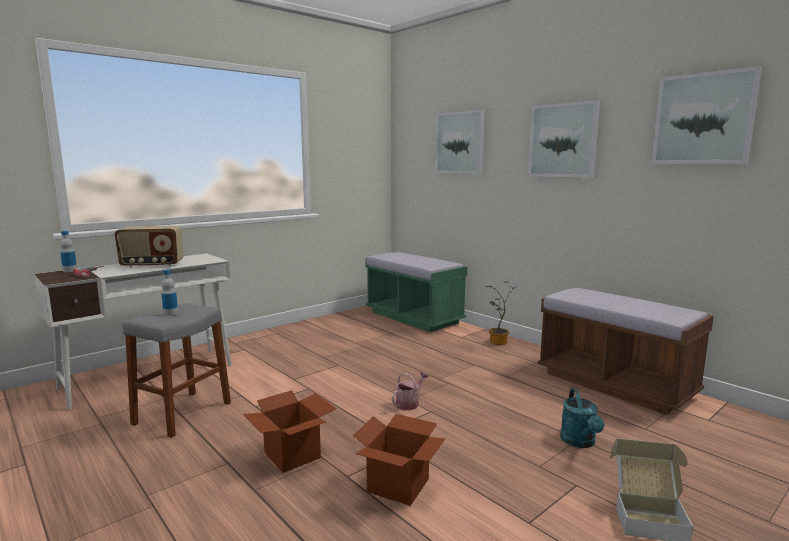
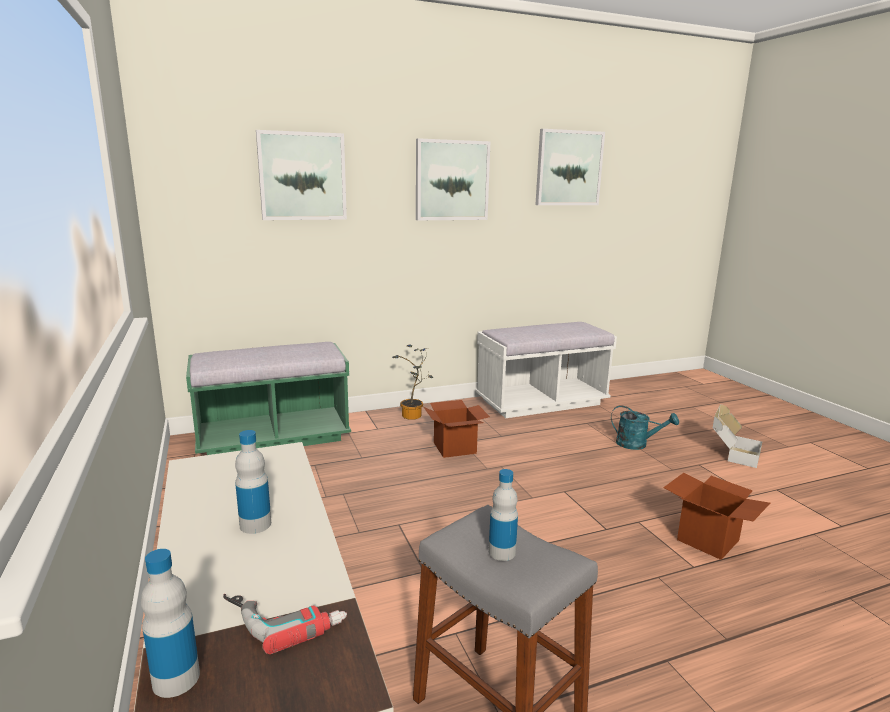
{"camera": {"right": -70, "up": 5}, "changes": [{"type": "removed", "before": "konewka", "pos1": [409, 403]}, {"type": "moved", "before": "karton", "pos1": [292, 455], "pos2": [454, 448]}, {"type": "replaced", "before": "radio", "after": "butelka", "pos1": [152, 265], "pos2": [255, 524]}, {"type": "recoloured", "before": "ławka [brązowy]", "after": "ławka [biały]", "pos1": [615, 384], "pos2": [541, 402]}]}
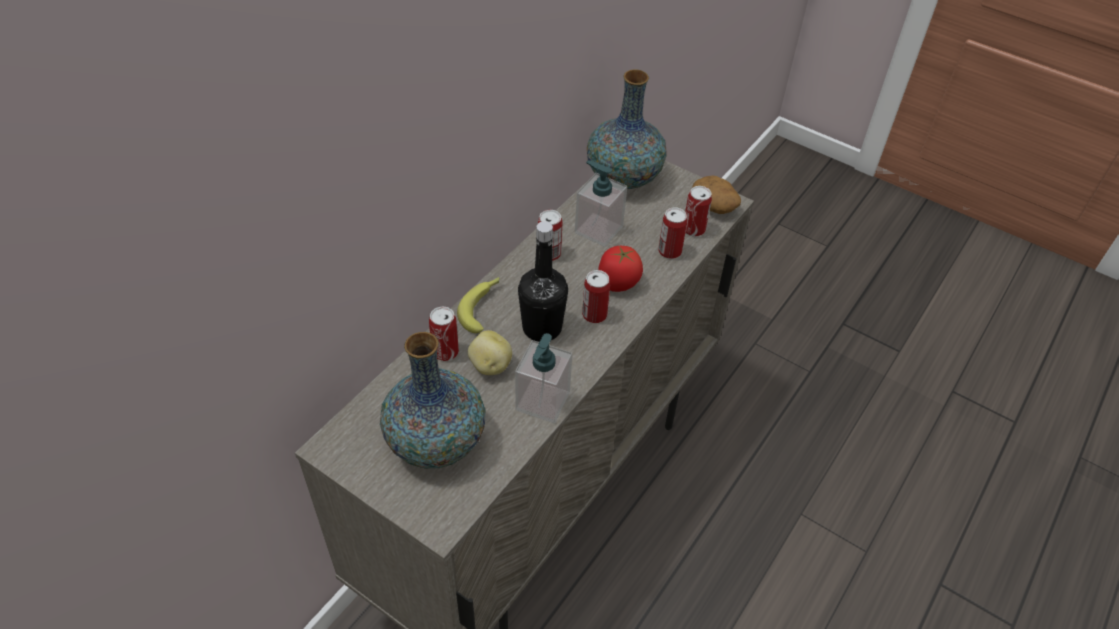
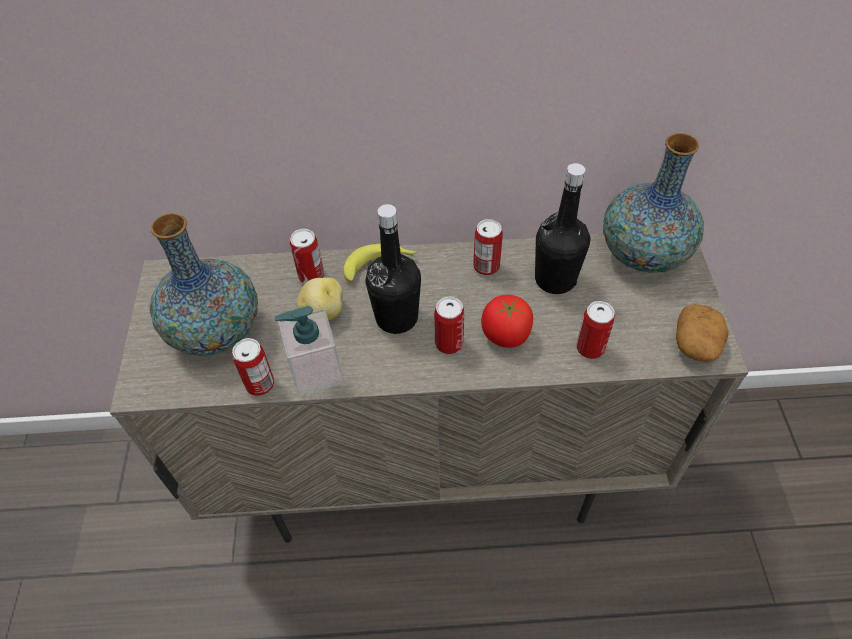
{"camera": {"right": 55, "up": 5}, "changes": [{"type": "moved", "before": "puszka", "pos1": [693, 229], "pos2": [260, 384]}, {"type": "replaced", "before": "dozownik mydła", "after": "butelka [czarny]", "pos1": [598, 229], "pos2": [555, 279]}]}
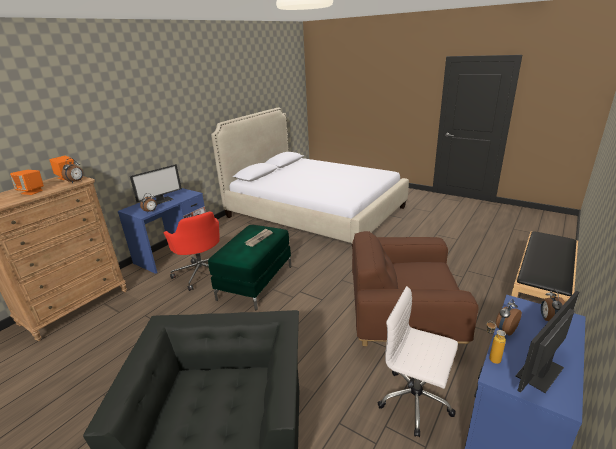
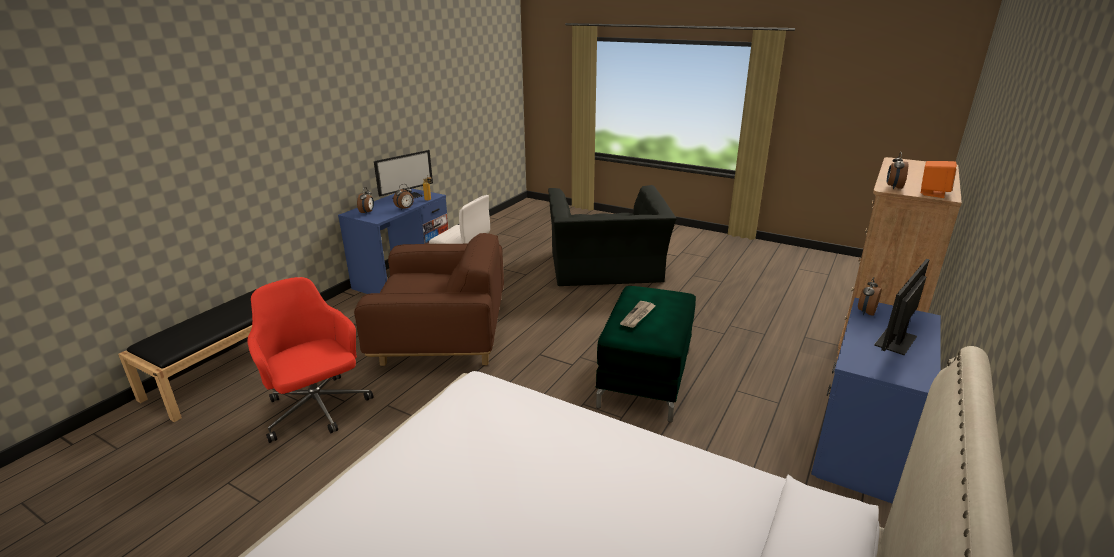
{"camera": {"right": 175, "up": 0}, "changes": [{"type": "removed", "before": "głośnik [pomarańczowy]", "pos1": [32, 192]}, {"type": "moved", "before": "krzesło biurowe [czerwony]", "pos1": [202, 272], "pos2": [317, 410]}]}
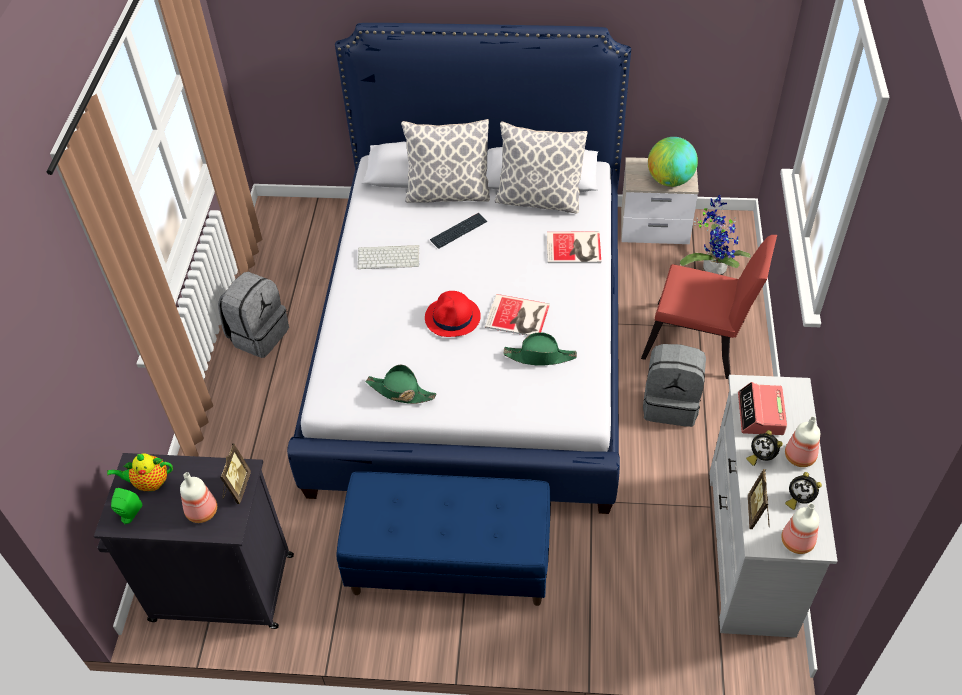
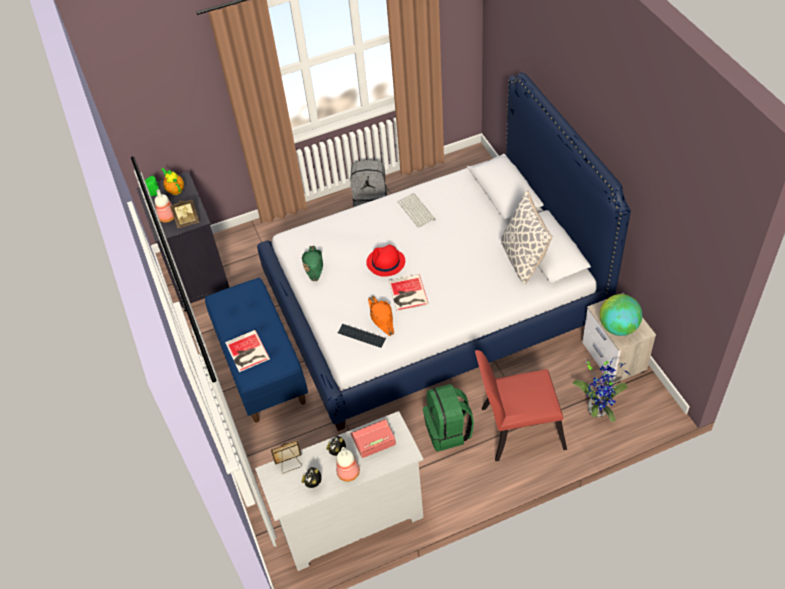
{"camera": {"right": 65, "up": 0}, "changes": [{"type": "removed", "before": "poduszka", "pos1": [448, 193]}, {"type": "removed", "before": "butelka", "pos1": [796, 541]}, {"type": "moved", "before": "klawiatura", "pos1": [459, 231], "pos2": [361, 336]}, {"type": "moved", "before": "książka", "pos1": [575, 248], "pos2": [247, 352]}, {"type": "recoloured", "before": "kapelusz [zielony]", "after": "kapelusz [pomarańczowy]", "pos1": [540, 356], "pos2": [381, 318]}, {"type": "recoloured", "before": "plecak [szary]", "after": "plecak [zielony]", "pos1": [671, 404], "pos2": [448, 431]}, {"type": "turned", "before": "krzesło [czerwony]", "pos1": [700, 343], "pos2": [516, 428], "turn": 90}]}
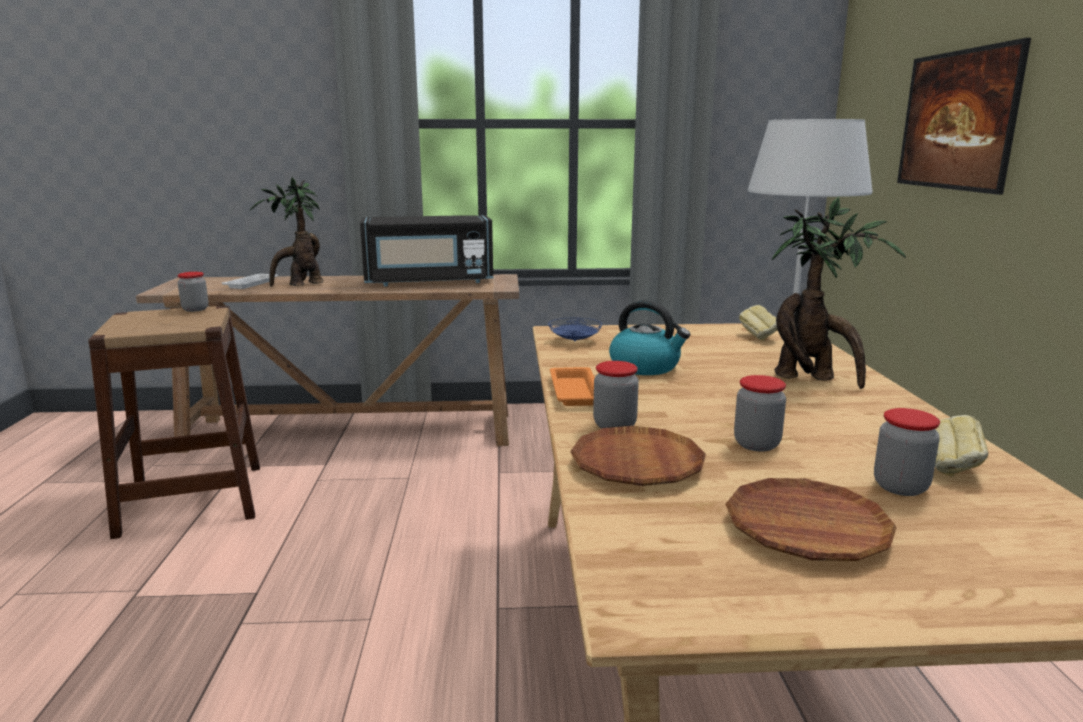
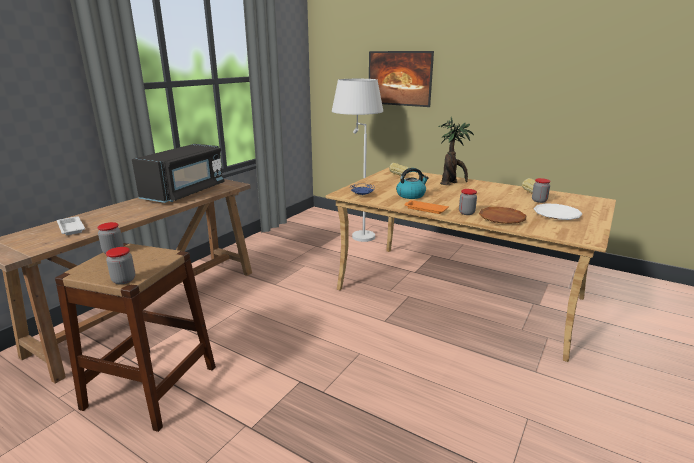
{"camera": {"right": -55, "up": 5}, "changes": [{"type": "removed", "before": "roślina doniczkowa", "pos1": [301, 285]}, {"type": "moved", "before": "słoik", "pos1": [756, 444], "pos2": [124, 280]}, {"type": "recoloured", "before": "talerz [brązowy]", "after": "talerz [biały]", "pos1": [806, 529], "pos2": [556, 215]}]}
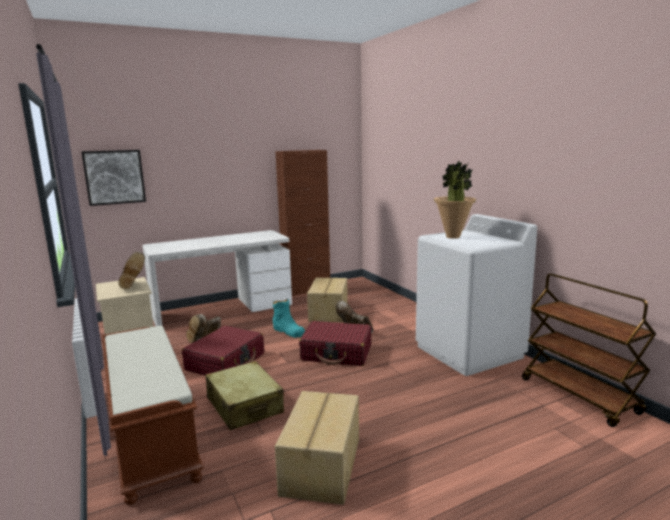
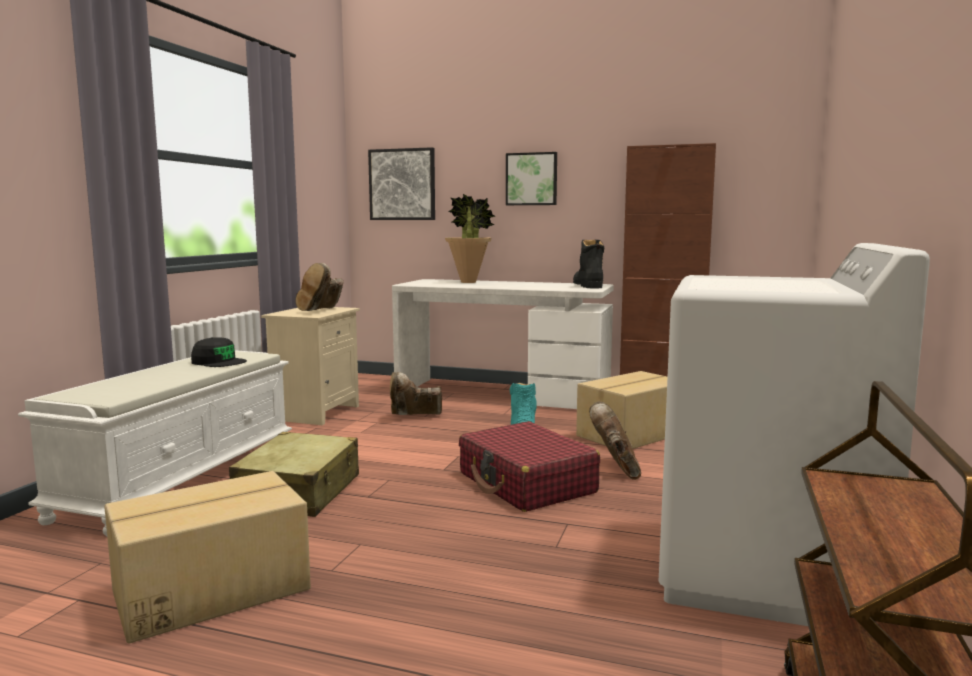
{"camera": {"right": 45, "up": -5}, "changes": [{"type": "removed", "before": "walizka [czerwony]", "pos1": [226, 362]}, {"type": "added", "after": "czapka z daszkiem [czarny]", "pos2": [218, 362]}, {"type": "added", "after": "obraz", "pos2": [531, 179]}, {"type": "added", "after": "but z cholewką [czarny]", "pos2": [587, 285]}, {"type": "moved", "before": "roślina doniczkowa", "pos1": [453, 237], "pos2": [468, 282]}, {"type": "recoloured", "before": "ławka [brązowy]", "after": "ławka [biały]", "pos1": [150, 434], "pos2": [181, 478]}]}
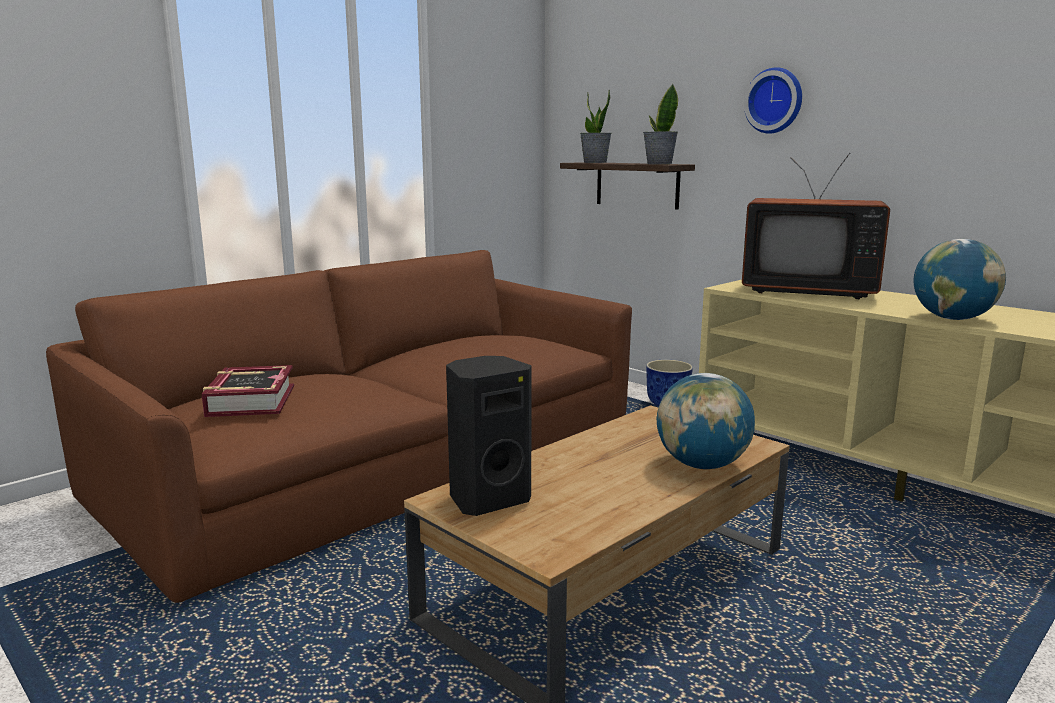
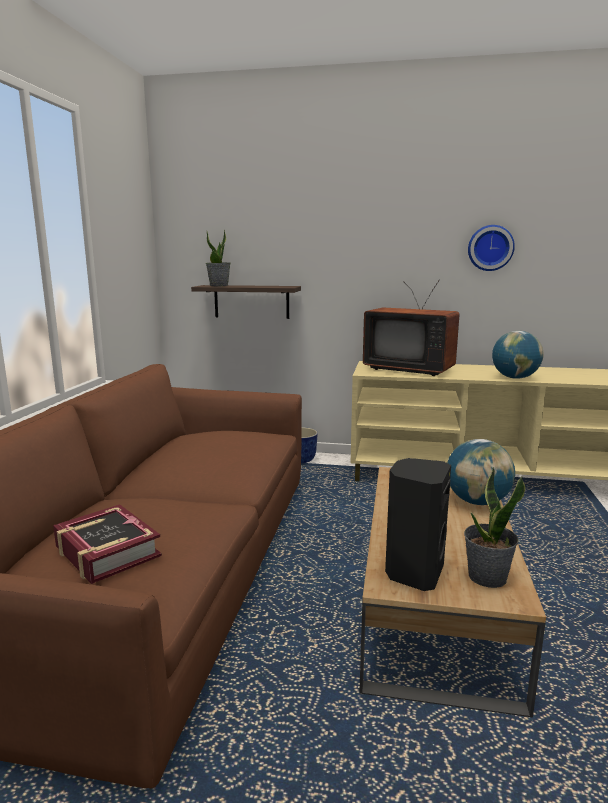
{"camera": {"right": -35, "up": 0}, "changes": [{"type": "moved", "before": "roślina doniczkowa", "pos1": [659, 164], "pos2": [487, 577]}, {"type": "moved", "before": "zegar ścienny", "pos1": [775, 101], "pos2": [490, 248]}, {"type": "turned", "before": "telewizor", "pos1": [806, 290], "pos2": [410, 369], "turn": 45}]}
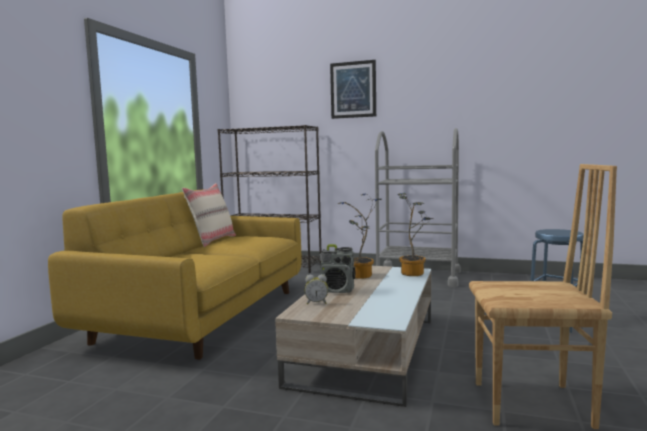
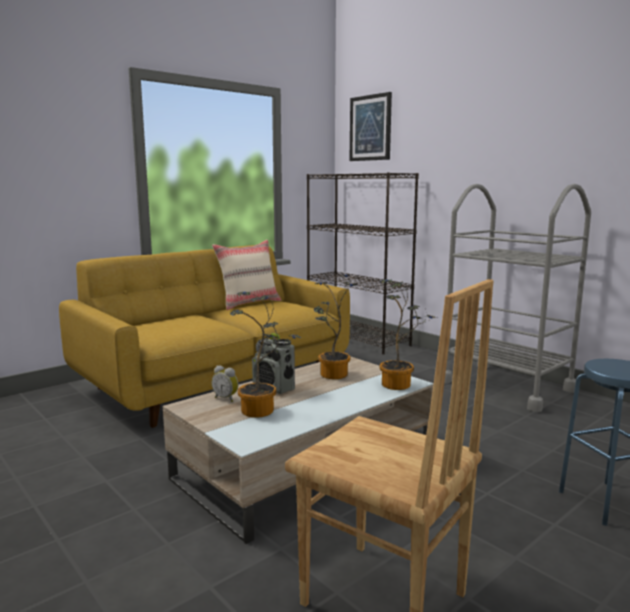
{"camera": {"right": 30, "up": 5}, "changes": [{"type": "added", "after": "roślina doniczkowa", "pos2": [262, 411]}, {"type": "moved", "before": "obraz", "pos1": [353, 90], "pos2": [370, 128]}]}
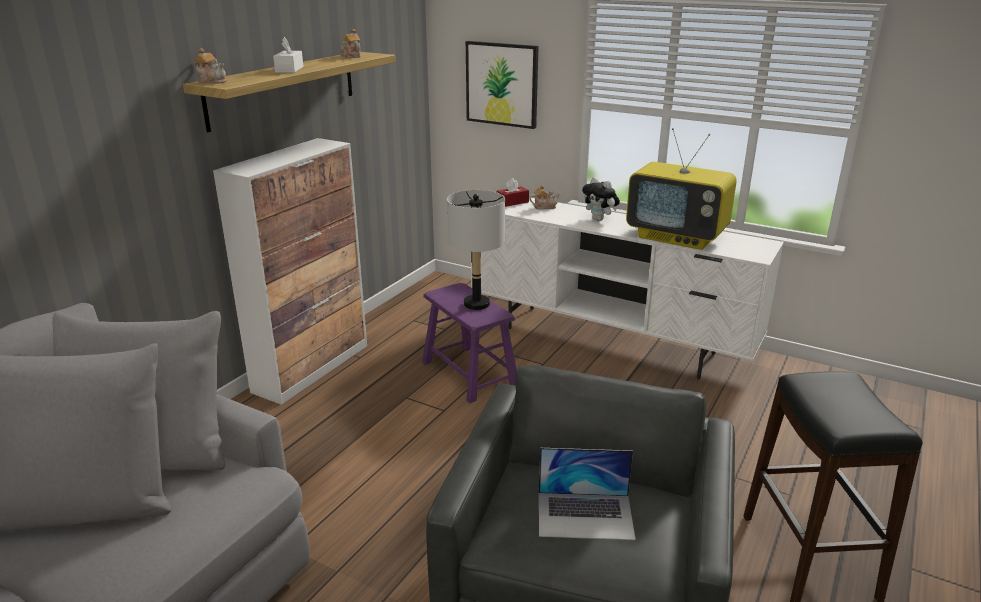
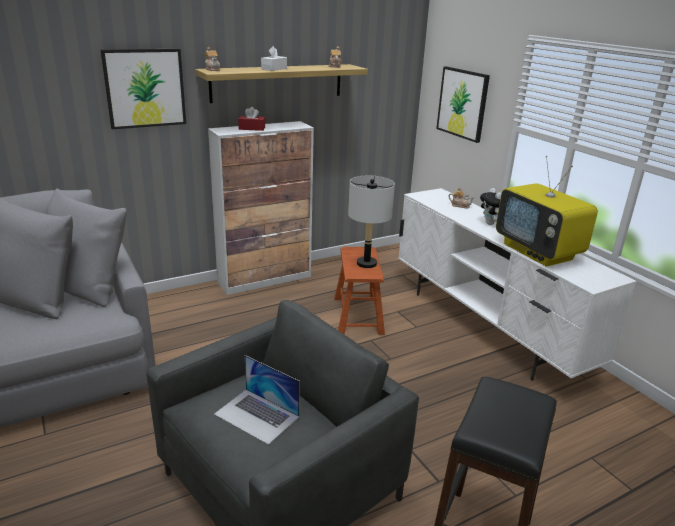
{"camera": {"right": 30, "up": 0}, "changes": [{"type": "added", "after": "obraz", "pos2": [145, 88]}, {"type": "moved", "before": "pudełko chusteczek [czerwony]", "pos1": [512, 202], "pos2": [252, 128]}, {"type": "recoloured", "before": "stołek [fioletowy]", "after": "stołek [brązowy]", "pos1": [469, 373], "pos2": [358, 315]}]}
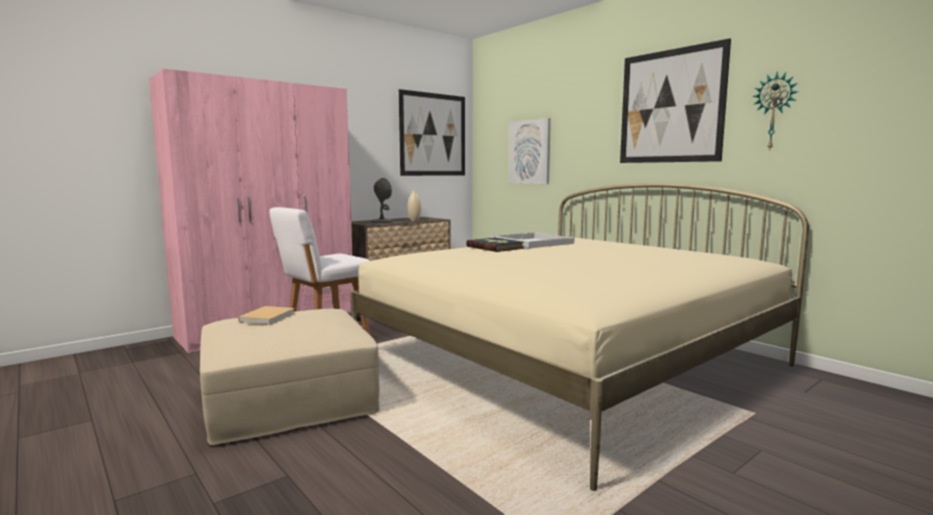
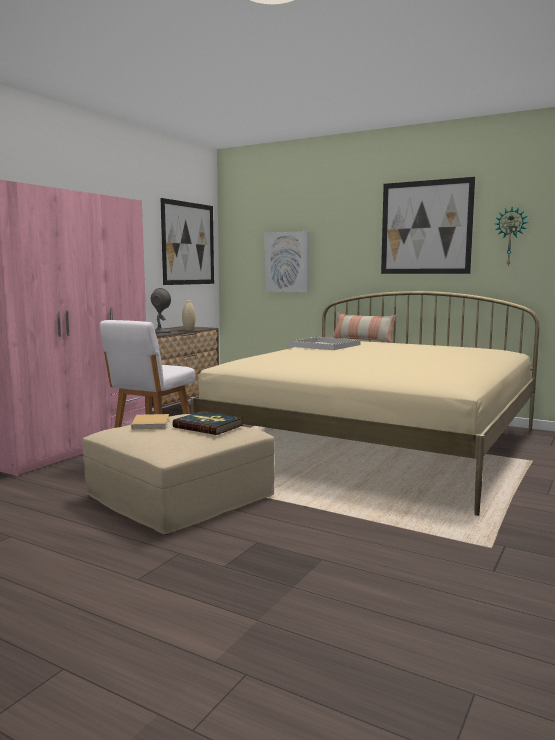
{"camera": {"right": -20, "up": 0}, "changes": [{"type": "added", "after": "poduszka", "pos2": [362, 340]}, {"type": "moved", "before": "książka", "pos1": [495, 247], "pos2": [208, 426]}]}
